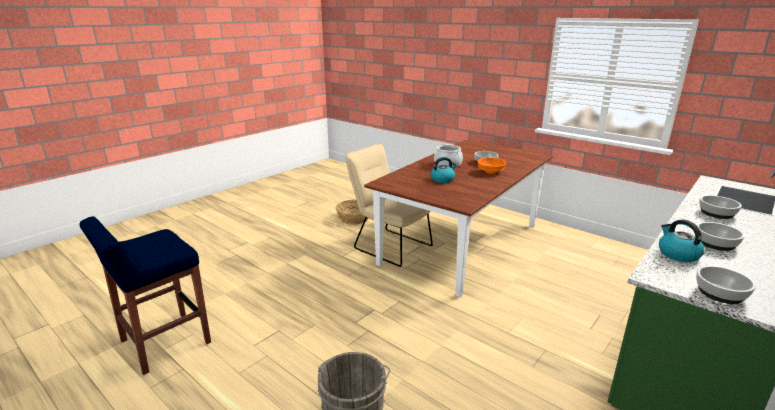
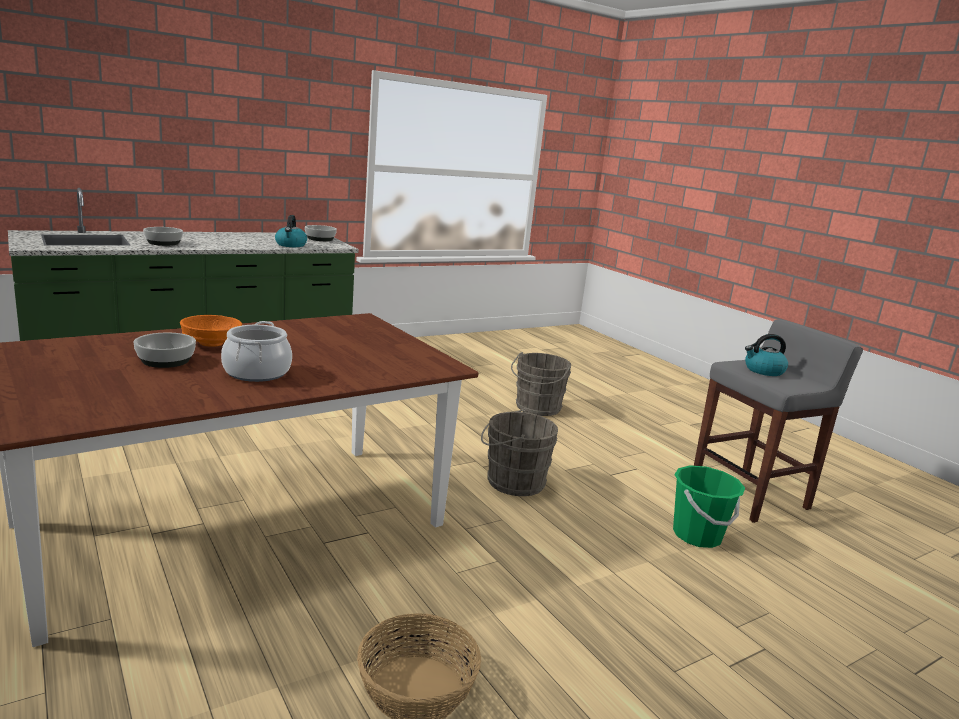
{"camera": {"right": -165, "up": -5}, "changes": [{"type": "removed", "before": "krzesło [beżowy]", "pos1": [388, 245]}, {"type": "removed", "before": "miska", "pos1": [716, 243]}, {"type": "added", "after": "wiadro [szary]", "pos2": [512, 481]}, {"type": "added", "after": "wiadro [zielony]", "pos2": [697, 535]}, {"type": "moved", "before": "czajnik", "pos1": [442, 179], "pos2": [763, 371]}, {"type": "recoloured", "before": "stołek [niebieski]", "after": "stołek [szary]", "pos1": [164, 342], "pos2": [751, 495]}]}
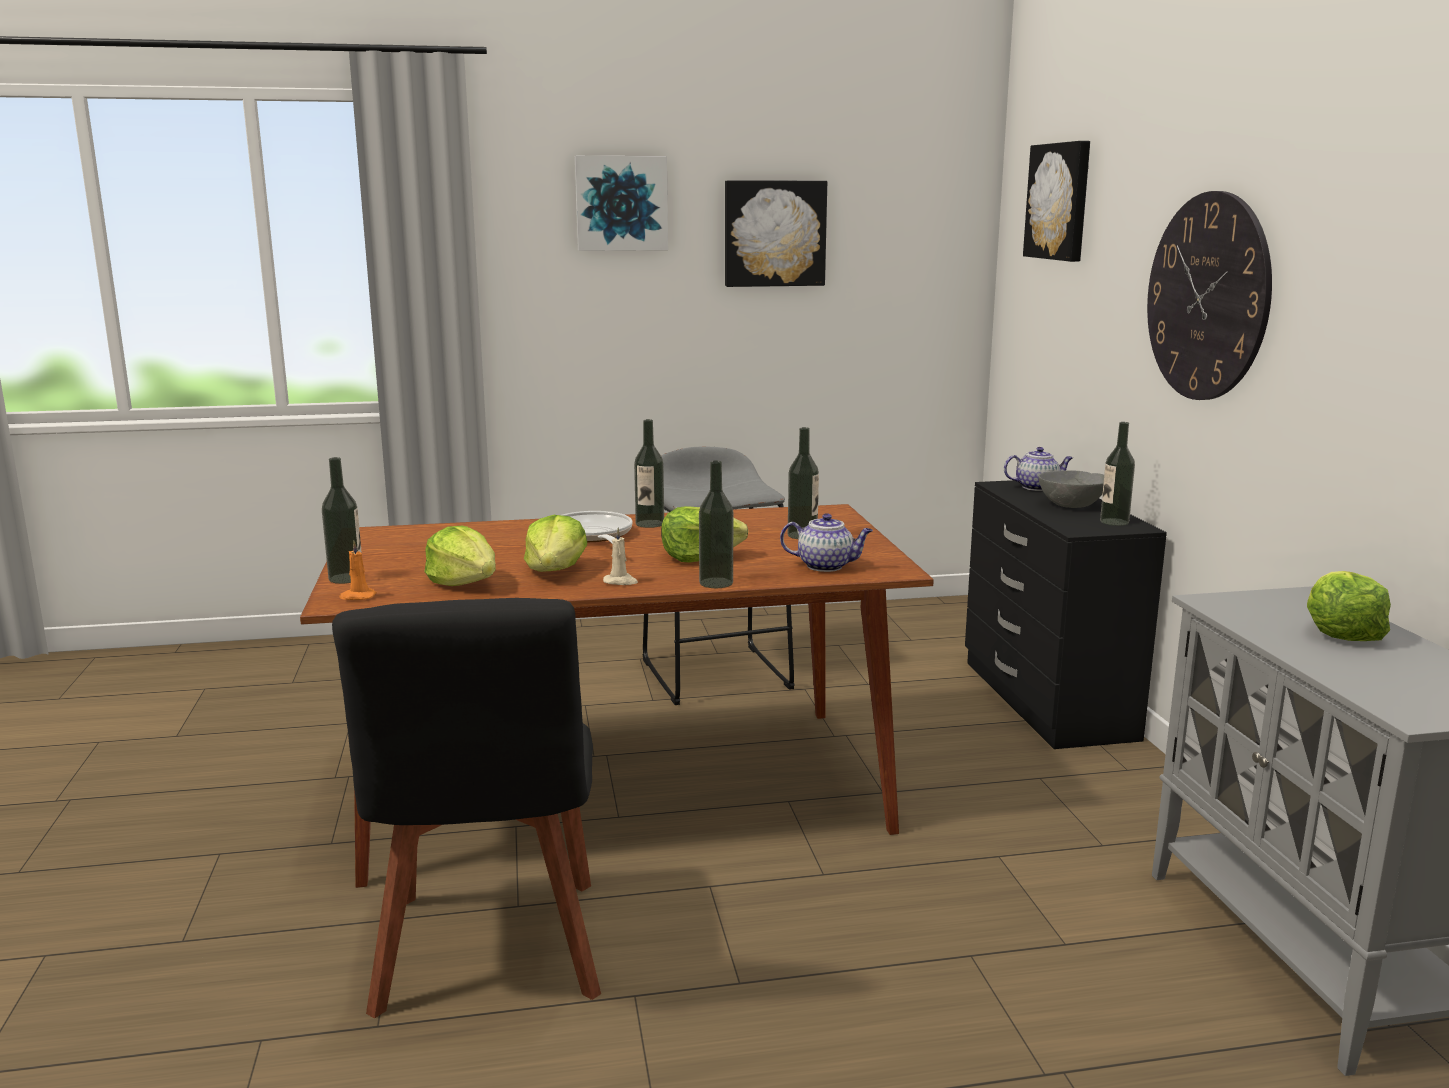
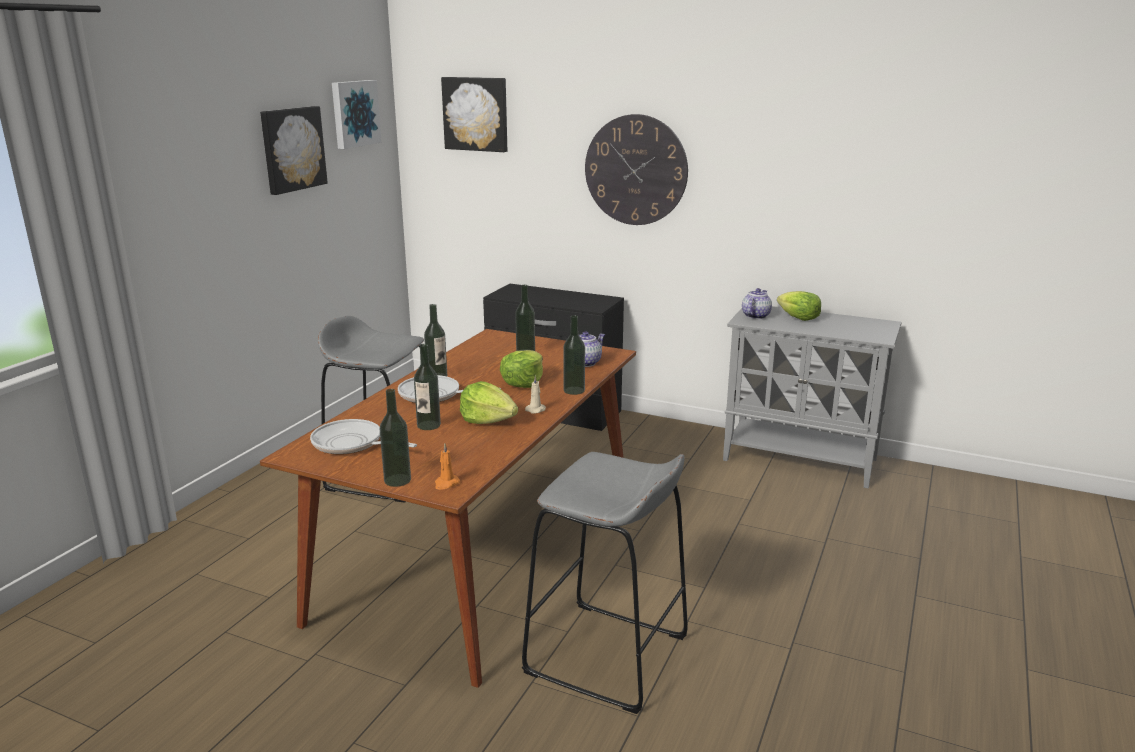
{"camera": {"right": -55, "up": 5}, "changes": [{"type": "removed", "before": "sałata", "pos1": [464, 583]}, {"type": "removed", "before": "miska [szary]", "pos1": [1071, 505]}, {"type": "added", "after": "patelnia", "pos2": [352, 444]}, {"type": "moved", "before": "obraz", "pos1": [621, 203], "pos2": [354, 113]}, {"type": "moved", "before": "imbryk", "pos1": [1037, 487], "pos2": [755, 316]}, {"type": "moved", "before": "butelka", "pos1": [1114, 522], "pos2": [428, 425]}, {"type": "replaced", "before": "krzesło [czarny]", "after": "stołek [szary]", "pos1": [490, 954], "pos2": [607, 655]}]}
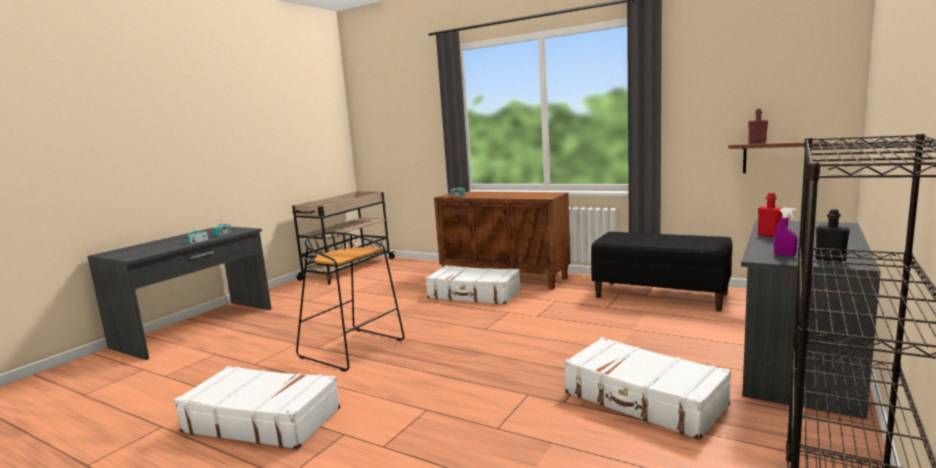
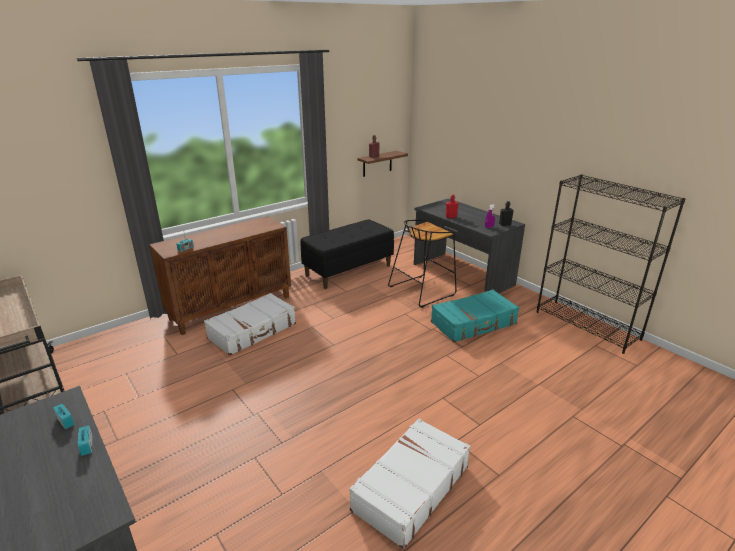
{"camera": {"right": -70, "up": 15}, "changes": [{"type": "moved", "before": "stołek [czarny]", "pos1": [354, 349], "pos2": [422, 290]}, {"type": "recoloured", "before": "walizka [biały]", "after": "walizka [turkusowy]", "pos1": [644, 400], "pos2": [474, 323]}]}
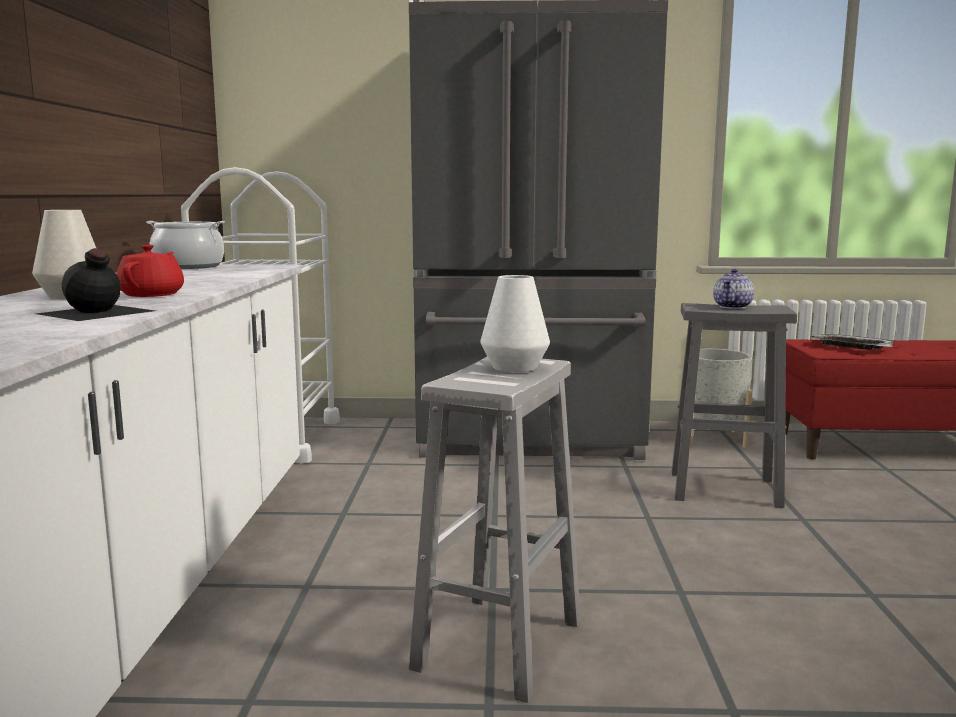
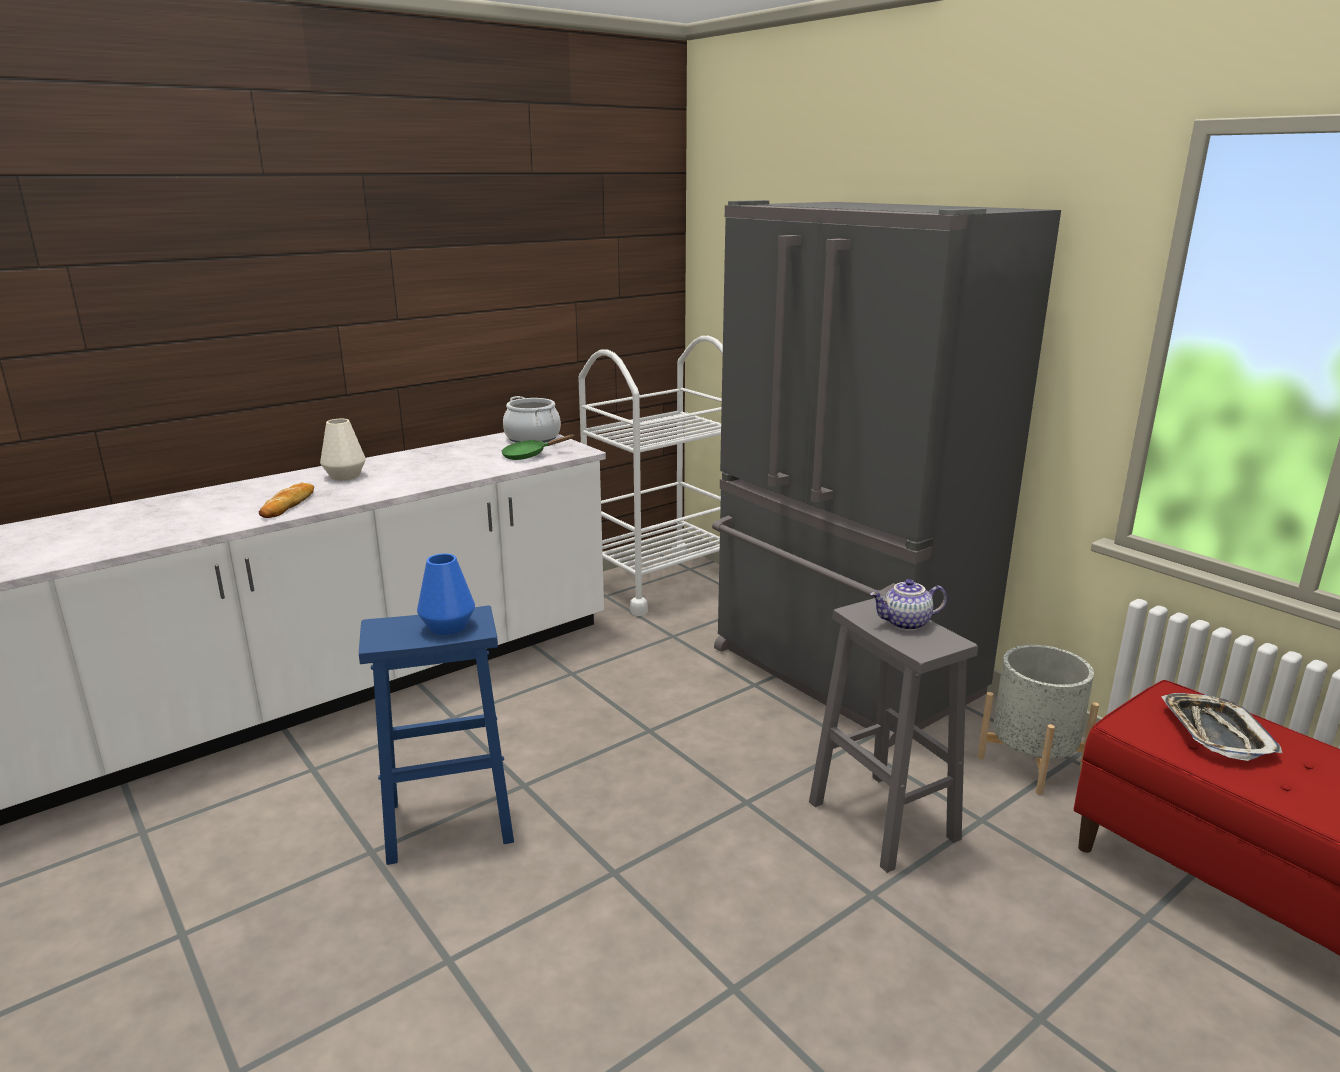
{"camera": {"right": 50, "up": 10}, "changes": [{"type": "removed", "before": "imbryk [czerwony]", "pos1": [152, 294]}, {"type": "added", "after": "patelnia [zielony]", "pos2": [529, 455]}, {"type": "replaced", "before": "butelka [czarny]", "after": "chleb", "pos1": [95, 312], "pos2": [288, 505]}, {"type": "recoloured", "before": "stołek [biały]", "after": "stołek [niebieski]", "pos1": [500, 642], "pos2": [451, 821]}, {"type": "recoloured", "before": "wazon [biały]", "after": "wazon [niebieski]", "pos1": [514, 367], "pos2": [448, 627]}]}
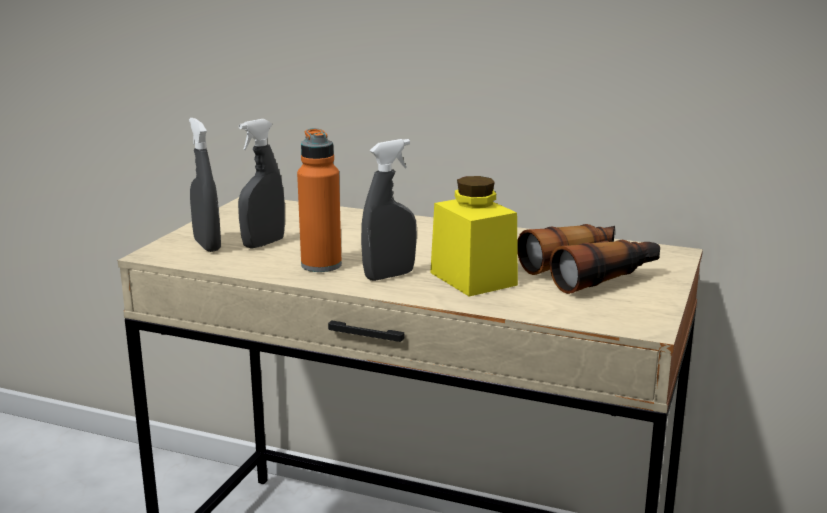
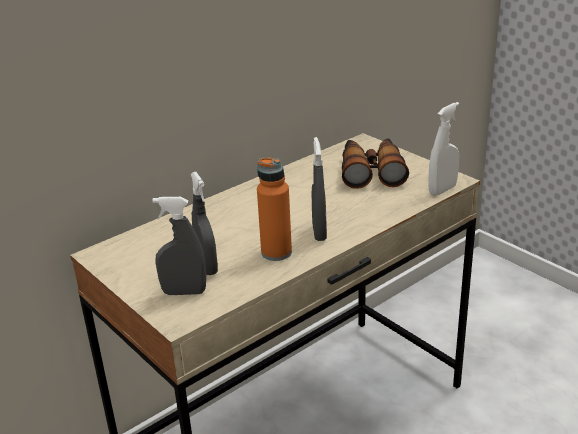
{"camera": {"right": -60, "up": 10}, "changes": [{"type": "removed", "before": "słoik [żółty]", "pos1": [473, 279]}, {"type": "added", "after": "spryskiwacz [biały]", "pos2": [442, 190]}]}
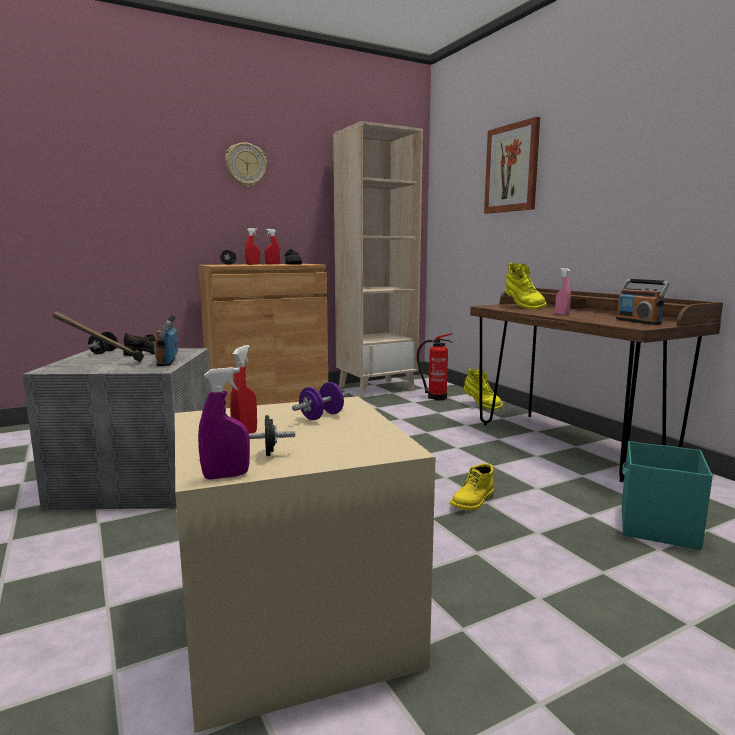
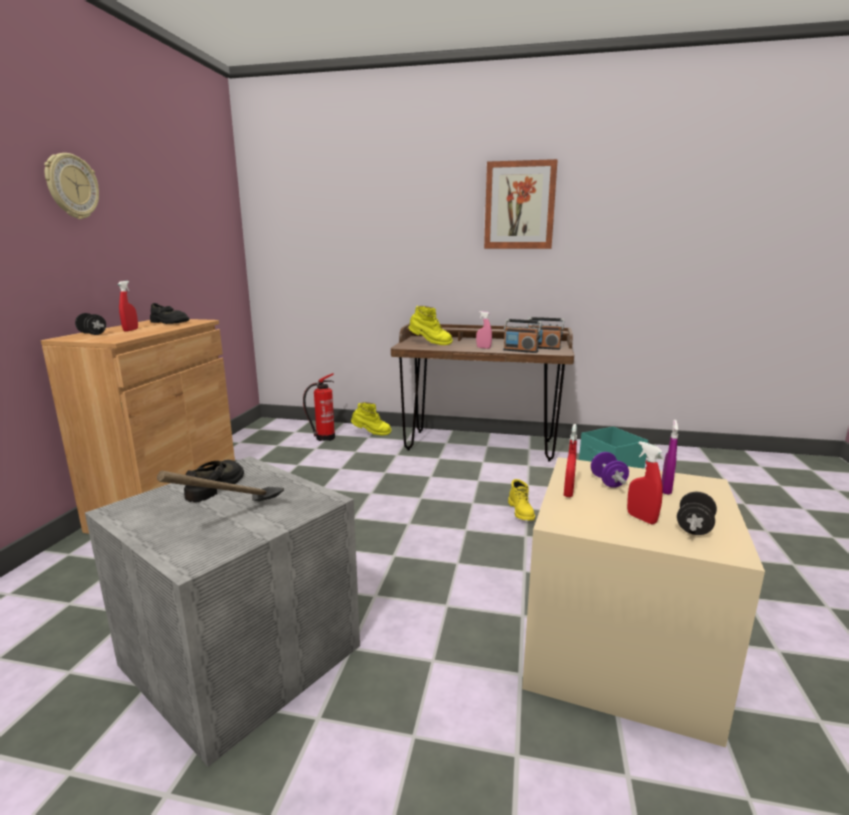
{"camera": {"right": -50, "up": 5}, "changes": [{"type": "removed", "before": "hantel [czarny]", "pos1": [104, 352]}, {"type": "removed", "before": "regał [beżowy]", "pos1": [376, 388]}, {"type": "moved", "before": "radio", "pos1": [167, 361], "pos2": [520, 351]}, {"type": "moved", "before": "spryskiwacz [fioletowy]", "pos1": [226, 476], "pos2": [666, 489]}, {"type": "moved", "before": "spryskiwacz [czerwony]", "pos1": [272, 264], "pos2": [568, 493]}, {"type": "moved", "before": "obraz", "pos1": [512, 168], "pos2": [519, 205]}]}
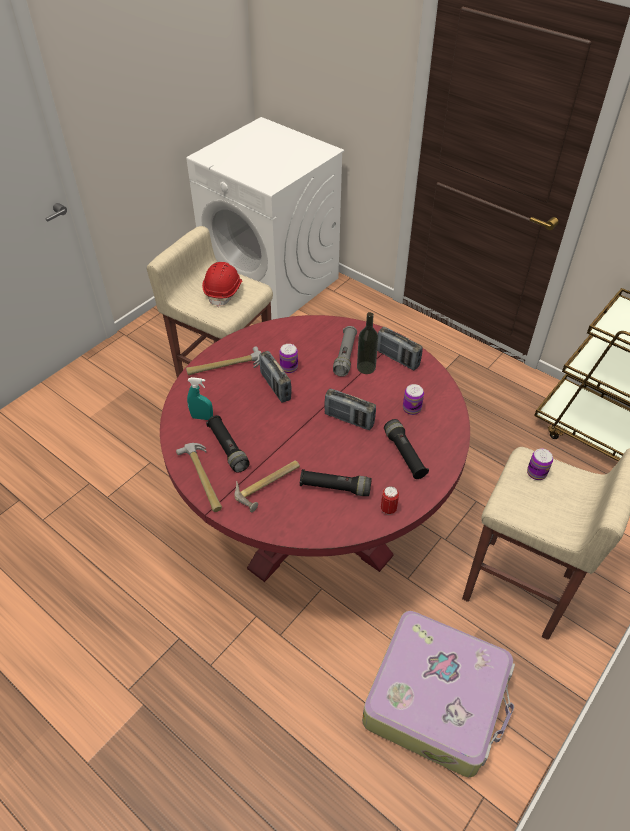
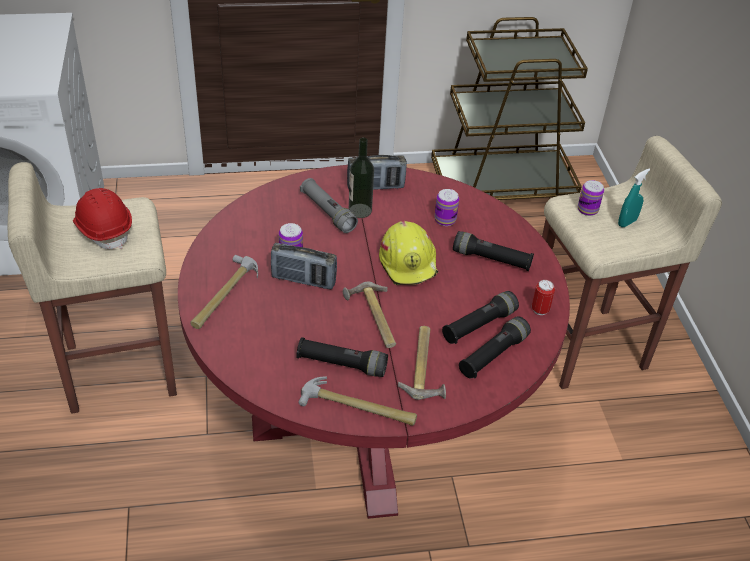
{"camera": {"right": -50, "up": -5}, "changes": [{"type": "removed", "before": "walizka", "pos1": [437, 698]}, {"type": "added", "after": "młotek", "pos2": [373, 318]}, {"type": "added", "after": "latarka [czarny]", "pos2": [493, 355]}, {"type": "moved", "before": "spryskiwacz [turkusowy]", "pos1": [202, 417], "pos2": [627, 222]}, {"type": "replaced", "before": "radio", "after": "kask [żółty]", "pos1": [349, 419], "pos2": [409, 263]}]}
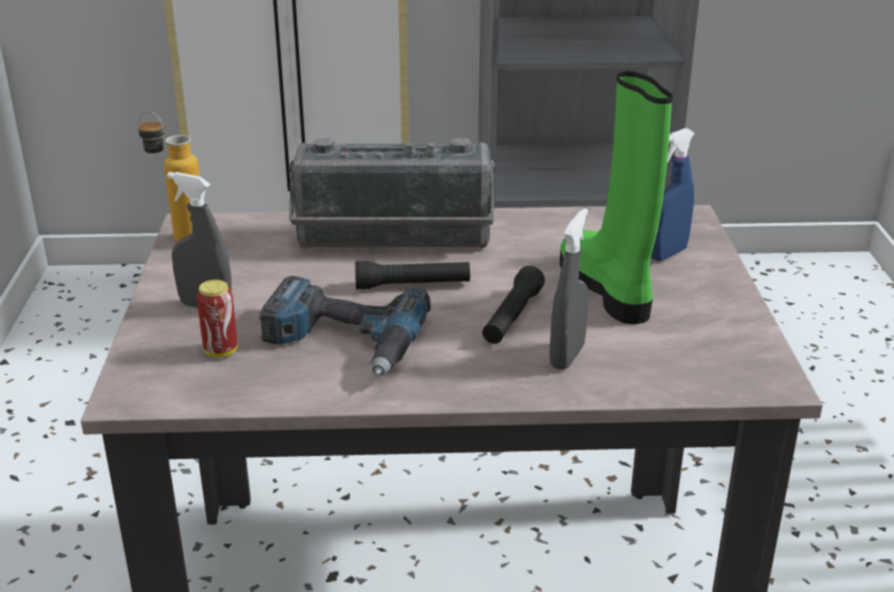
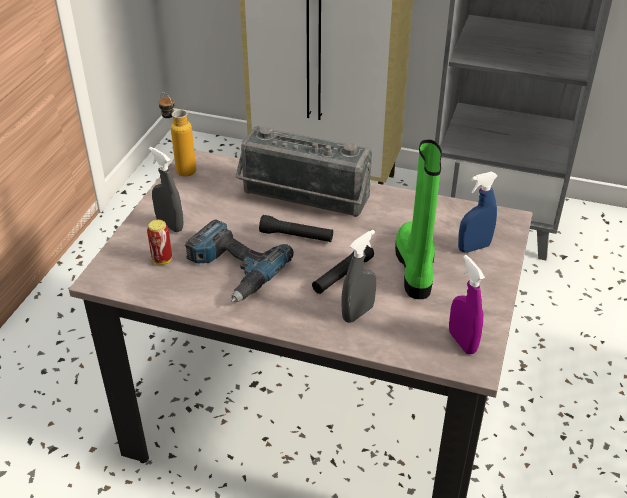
{"camera": {"right": 20, "up": 10}, "changes": [{"type": "added", "after": "spryskiwacz [fioletowy]", "pos2": [462, 342]}]}
